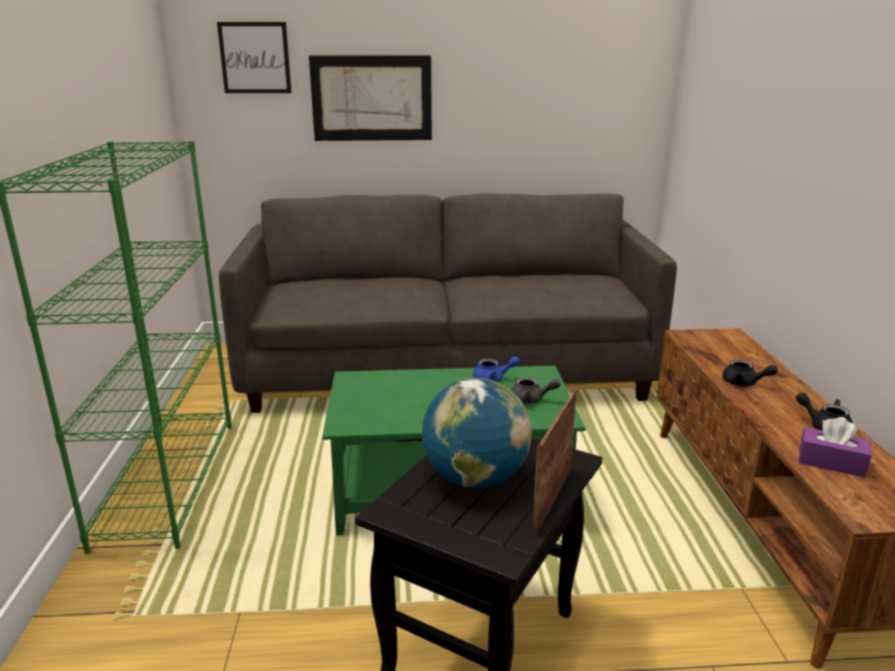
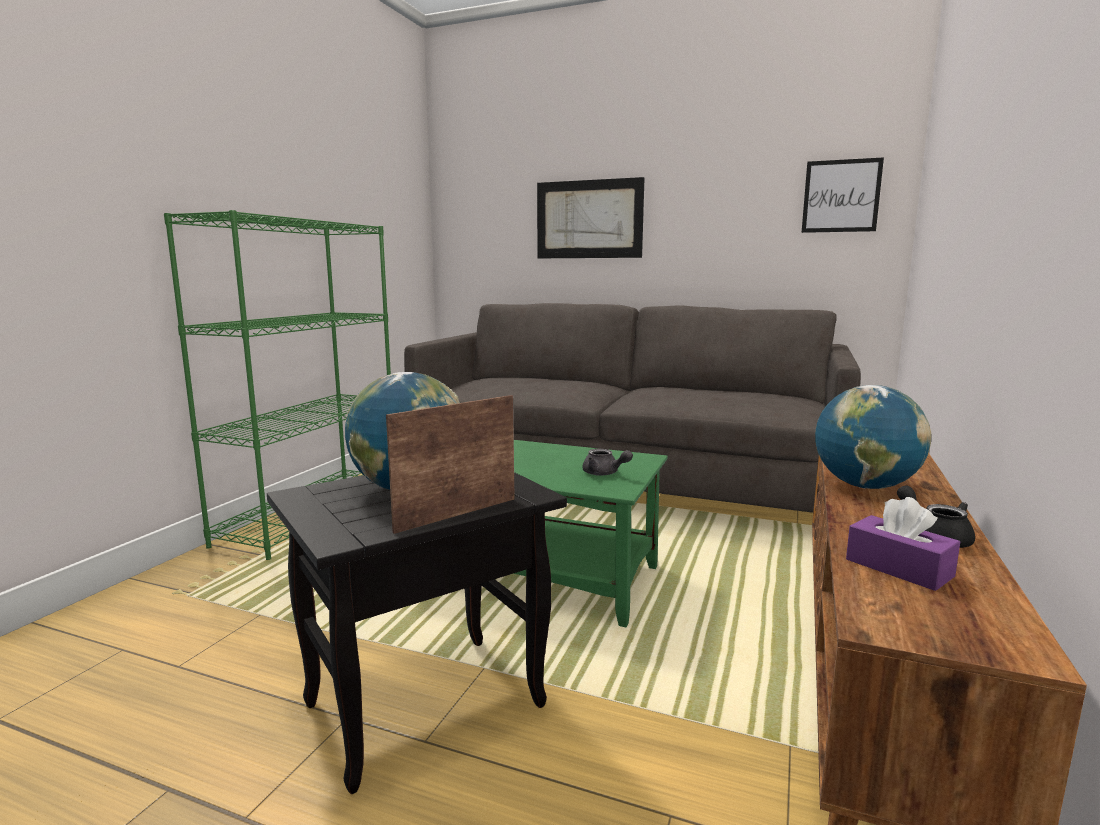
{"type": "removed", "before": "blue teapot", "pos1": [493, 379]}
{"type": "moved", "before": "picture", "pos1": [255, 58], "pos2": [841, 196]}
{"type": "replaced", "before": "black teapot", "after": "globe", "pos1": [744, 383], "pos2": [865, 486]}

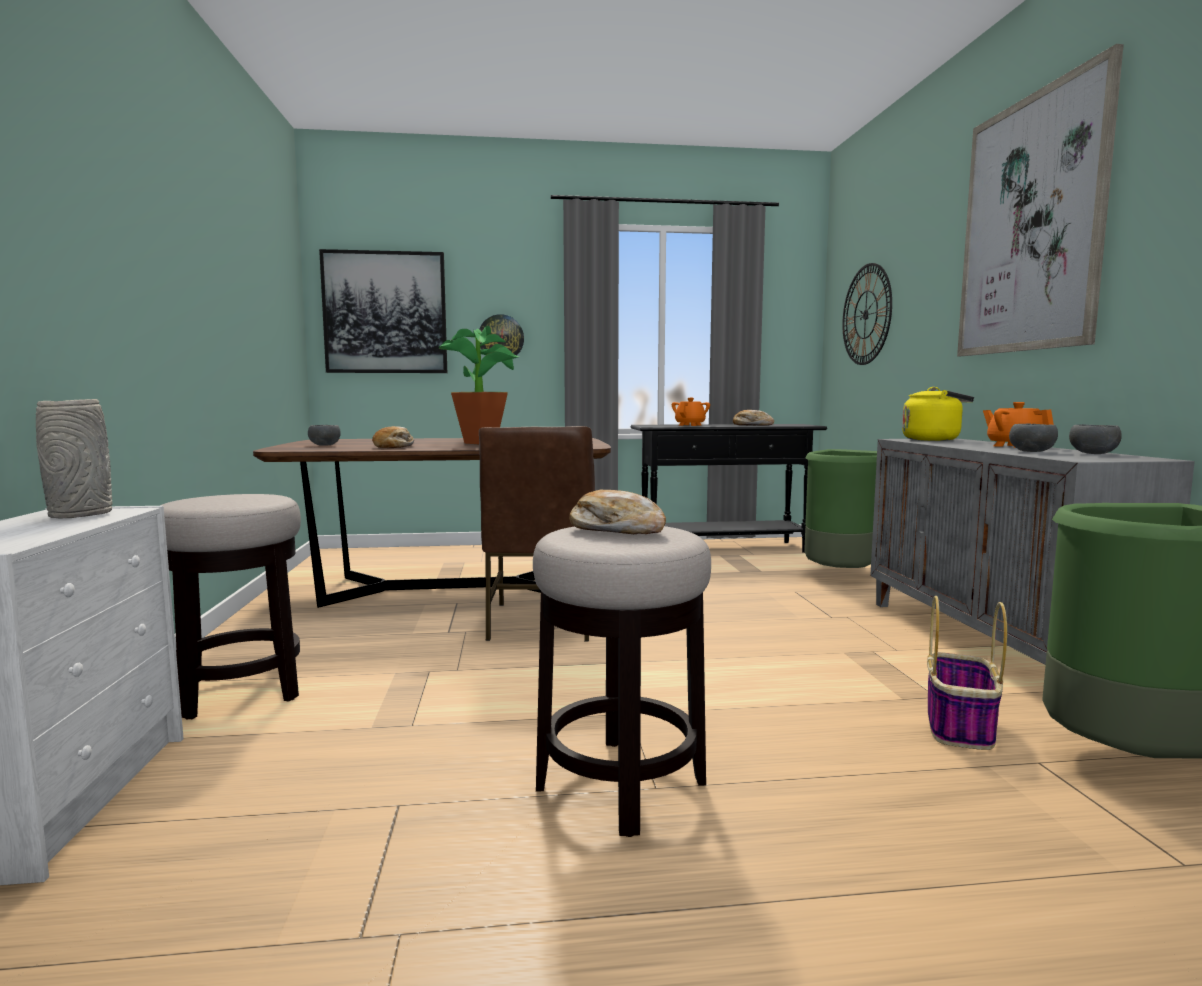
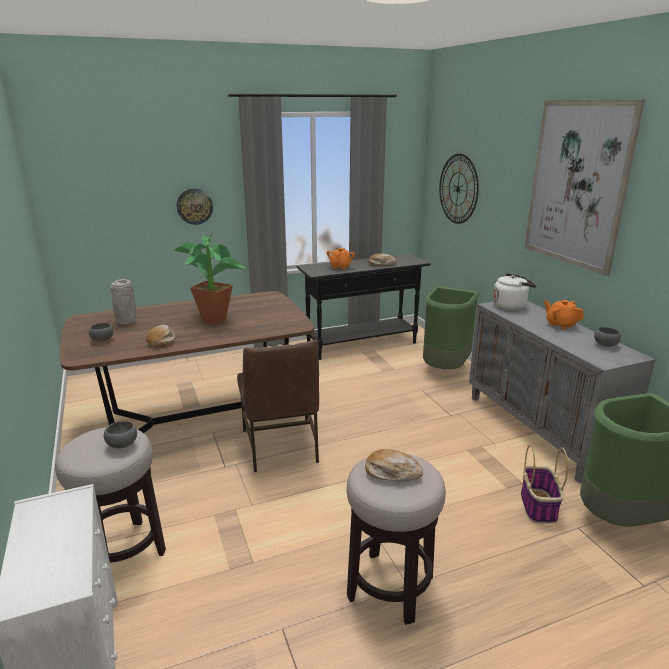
{"type": "removed", "before": "picture", "pos1": [385, 313]}
{"type": "moved", "before": "grey vase", "pos1": [81, 515], "pos2": [126, 321]}
{"type": "moved", "before": "grey bowl", "pos1": [1033, 452], "pos2": [122, 445]}
{"type": "recoloured", "before": "yellow kettle", "after": "white kettle", "pos1": [934, 440], "pos2": [511, 306]}

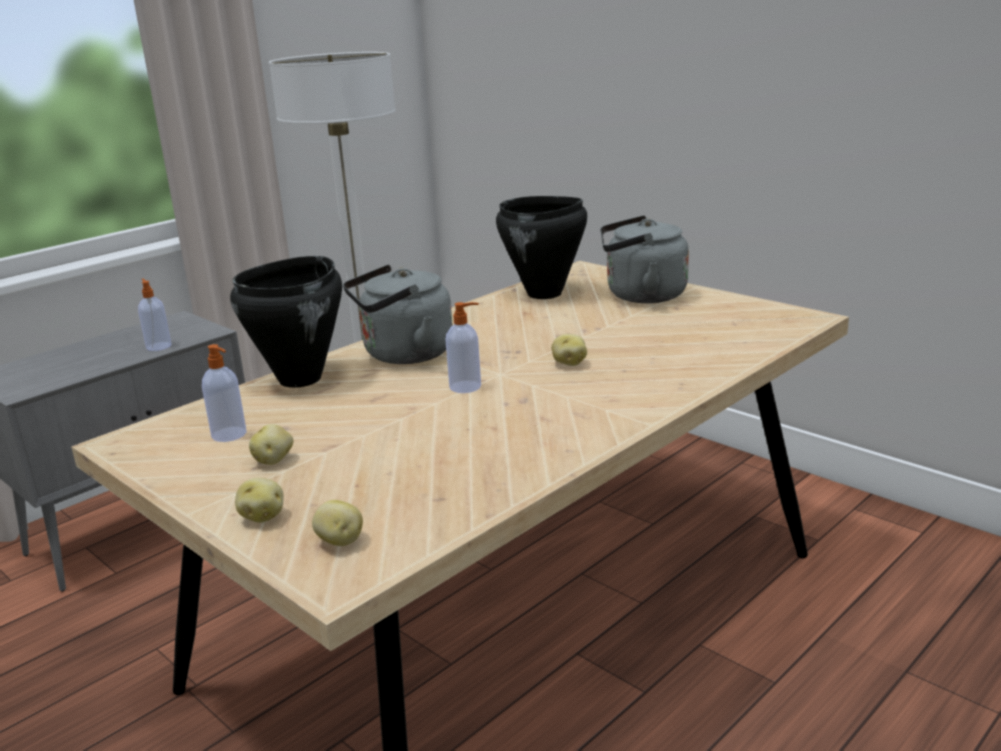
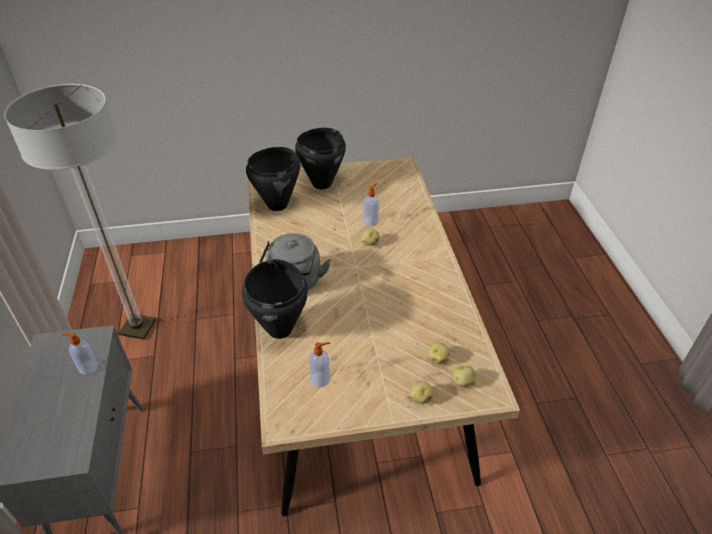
{"type": "moved", "before": "potato", "pos1": [274, 460], "pos2": [438, 358]}
{"type": "moved", "before": "soap dispenser", "pos1": [466, 387], "pos2": [371, 221]}
{"type": "replaced", "before": "grey kettle", "after": "black cooking pot", "pos1": [641, 296], "pos2": [321, 184]}

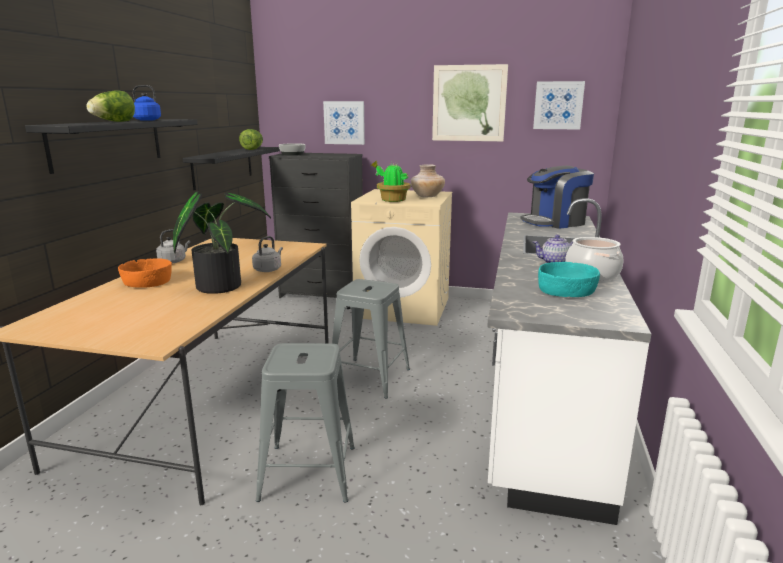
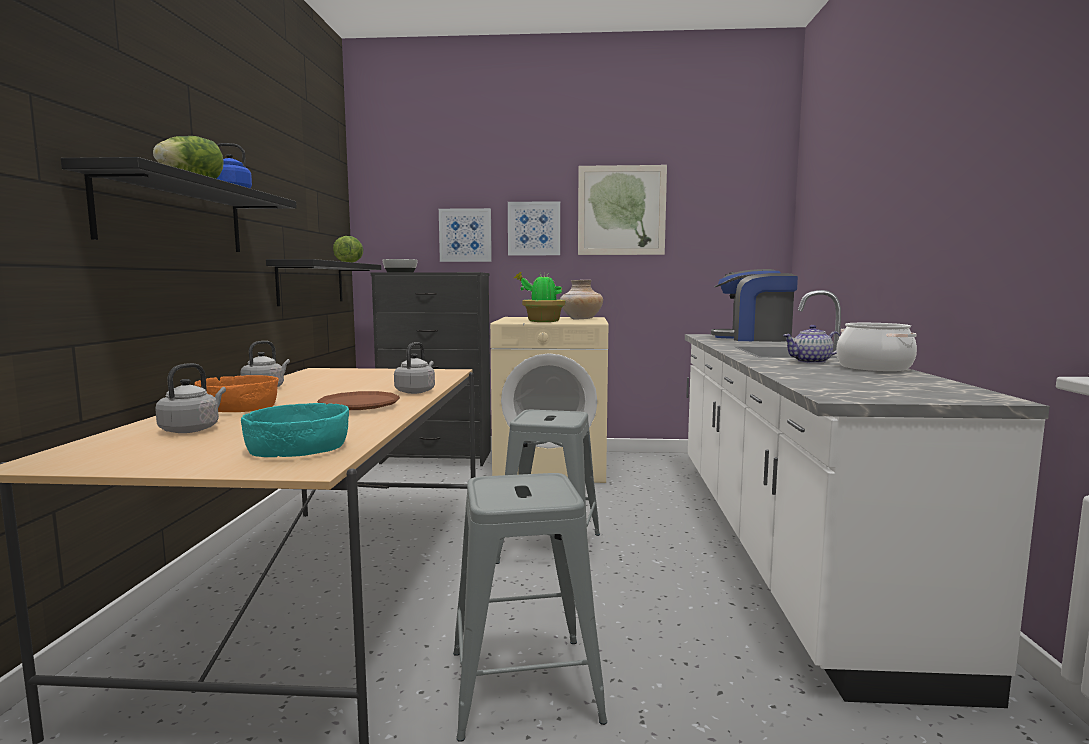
{"type": "added", "after": "grey kettle", "pos2": [192, 429]}
{"type": "moved", "before": "picture", "pos1": [558, 105], "pos2": [534, 228]}
{"type": "moved", "before": "turquoise bowl", "pos1": [567, 290], "pos2": [300, 448]}
{"type": "replaced", "before": "potted plant", "after": "brown plate", "pos1": [221, 285], "pos2": [359, 406]}
{"type": "turned", "before": "coffee machine", "pos1": [555, 222], "pos2": [753, 338], "turn": 45}

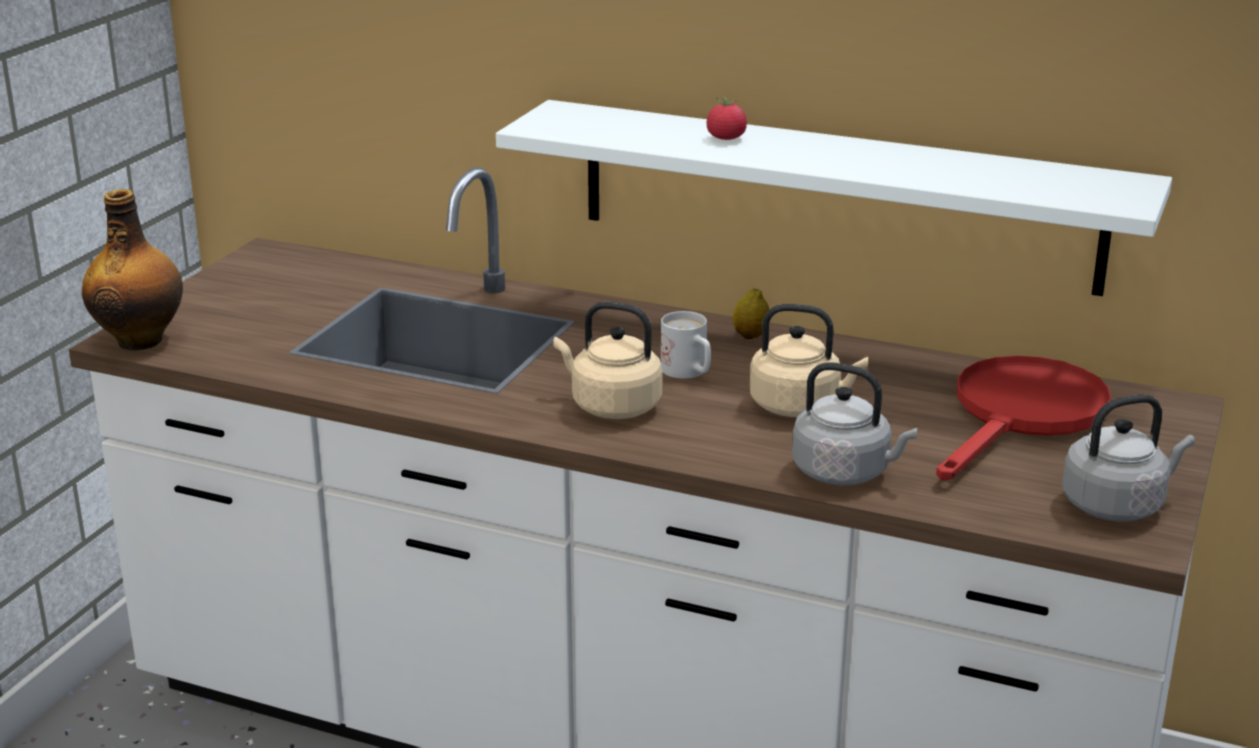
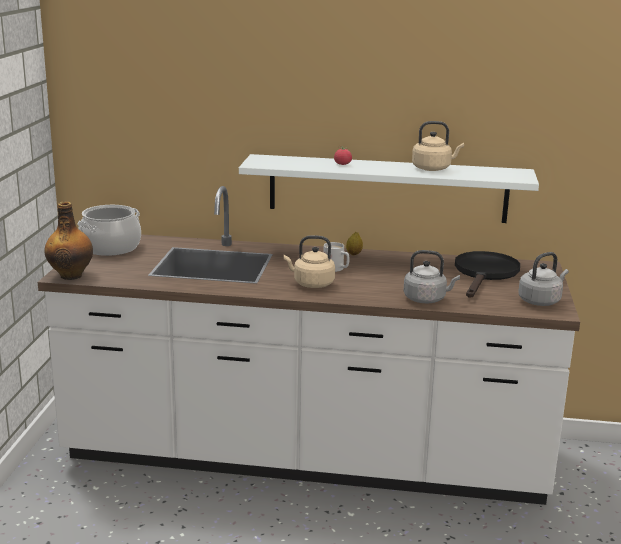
{"type": "added", "after": "cooking pot", "pos2": [110, 247]}
{"type": "moved", "before": "beige kettle", "pos1": [800, 406], "pos2": [433, 168]}
{"type": "recoloured", "before": "red frying pan", "after": "black frying pan", "pos1": [1022, 416], "pos2": [485, 274]}

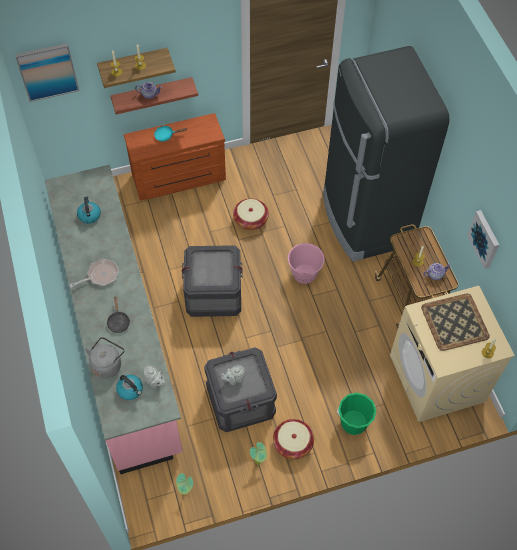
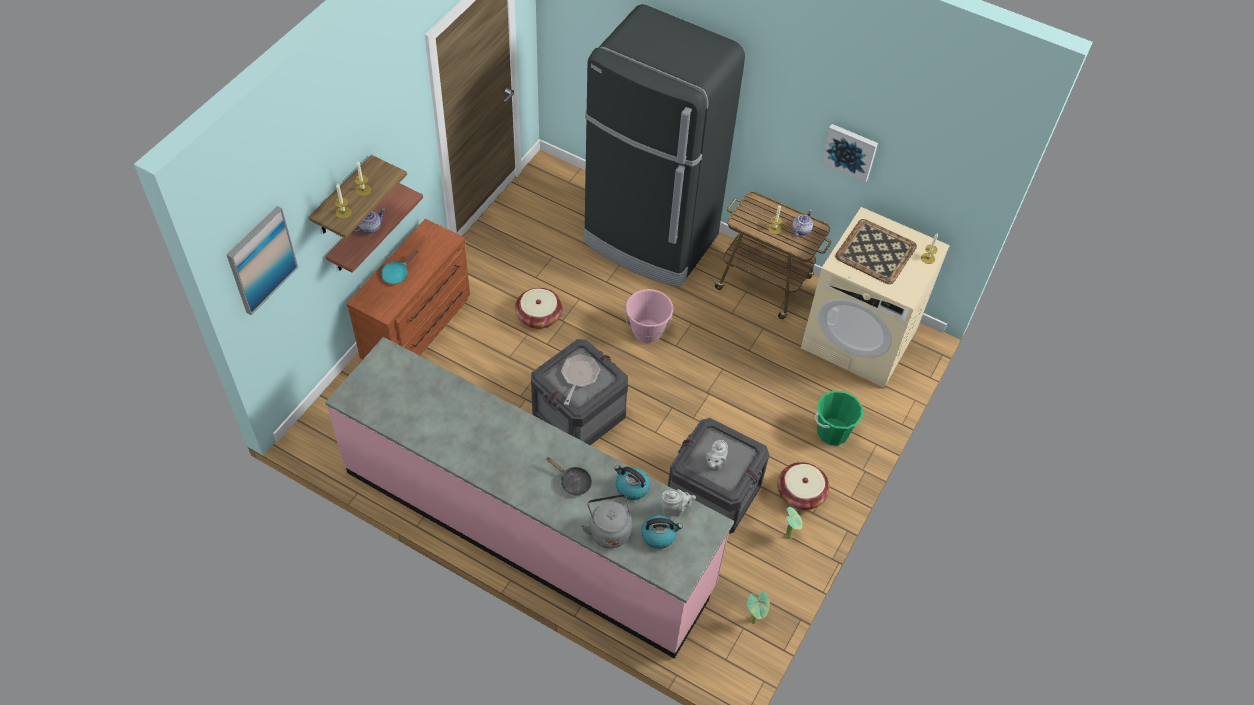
{"type": "moved", "before": "frying pan", "pos1": [100, 275], "pos2": [579, 377]}
{"type": "moved", "before": "kettle", "pos1": [89, 215], "pos2": [631, 487]}

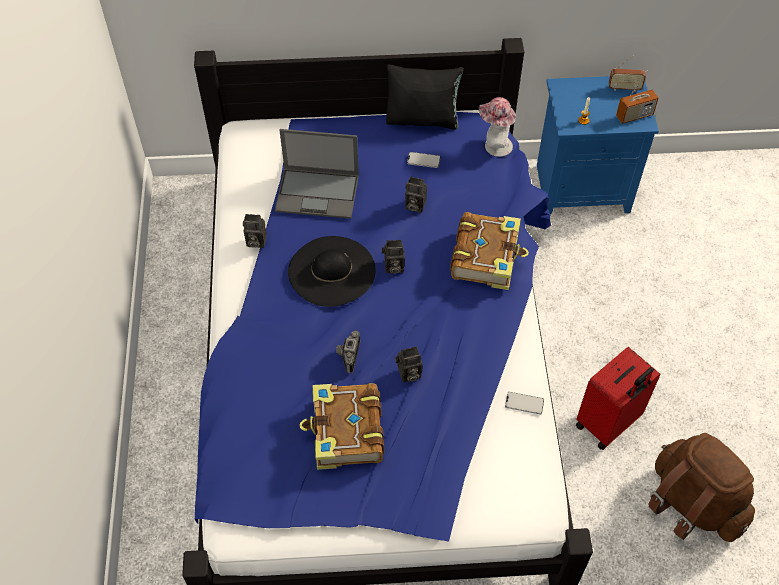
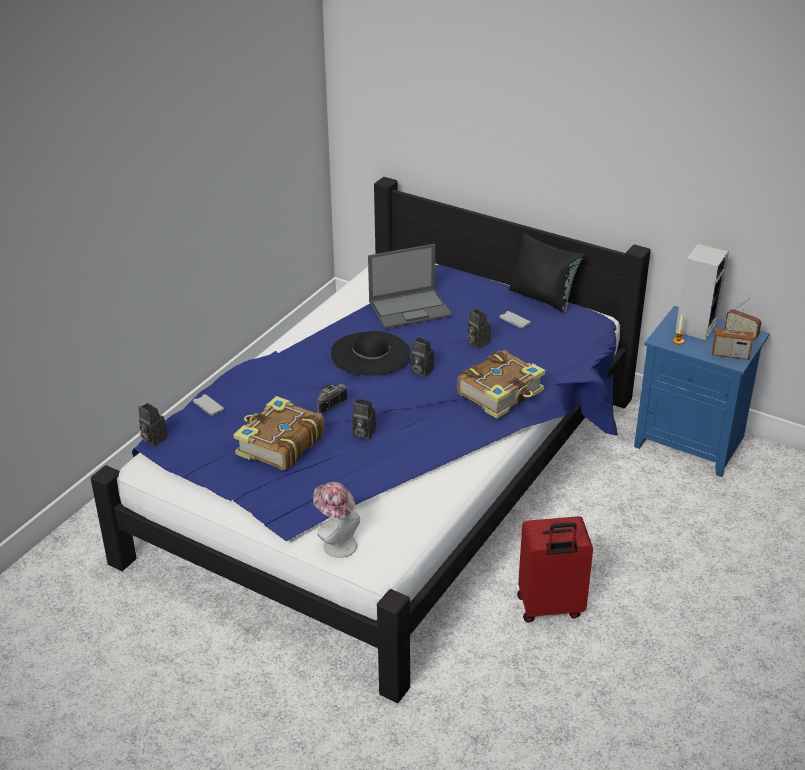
{"type": "removed", "before": "brown backpack", "pos1": [692, 503]}
{"type": "added", "after": "speaker", "pos2": [695, 326]}
{"type": "moved", "before": "photo camera", "pos1": [255, 241], "pos2": [152, 438]}
{"type": "moved", "before": "hat", "pos1": [494, 146], "pos2": [336, 543]}
{"type": "moved", "before": "phone", "pos1": [524, 403], "pos2": [208, 405]}
{"type": "turned", "before": "laptop", "pos1": [318, 193], "pos2": [411, 308], "turn": -60}

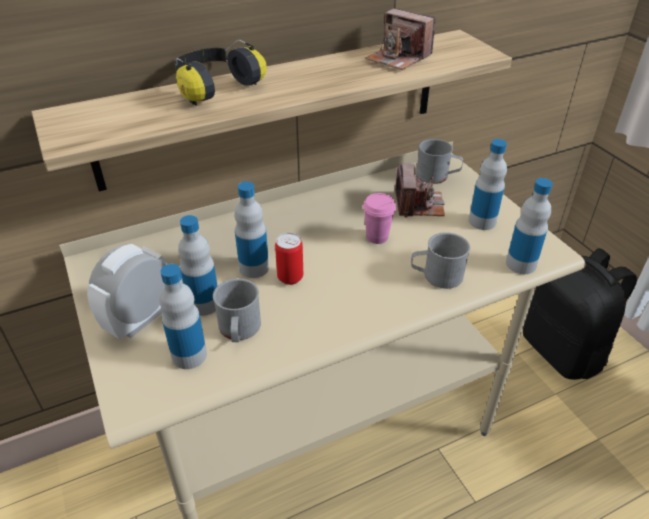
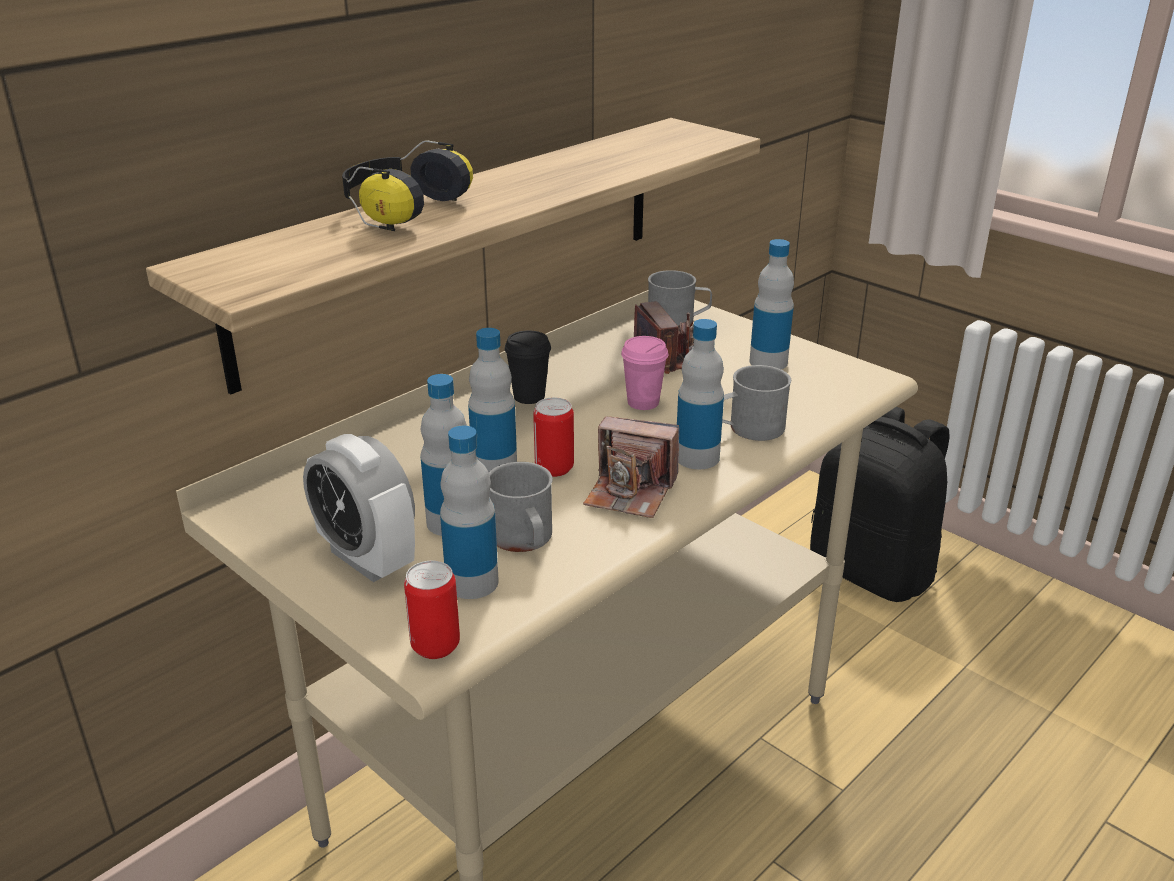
{"type": "added", "after": "can", "pos2": [435, 646]}
{"type": "added", "after": "black cup", "pos2": [529, 396]}
{"type": "moved", "before": "photo camera", "pos1": [398, 58], "pos2": [631, 492]}
{"type": "moved", "before": "bottle", "pos1": [520, 264], "pos2": [697, 457]}
{"type": "turned", "before": "alarm clock", "pos1": [140, 319], "pos2": [366, 559], "turn": -60}

